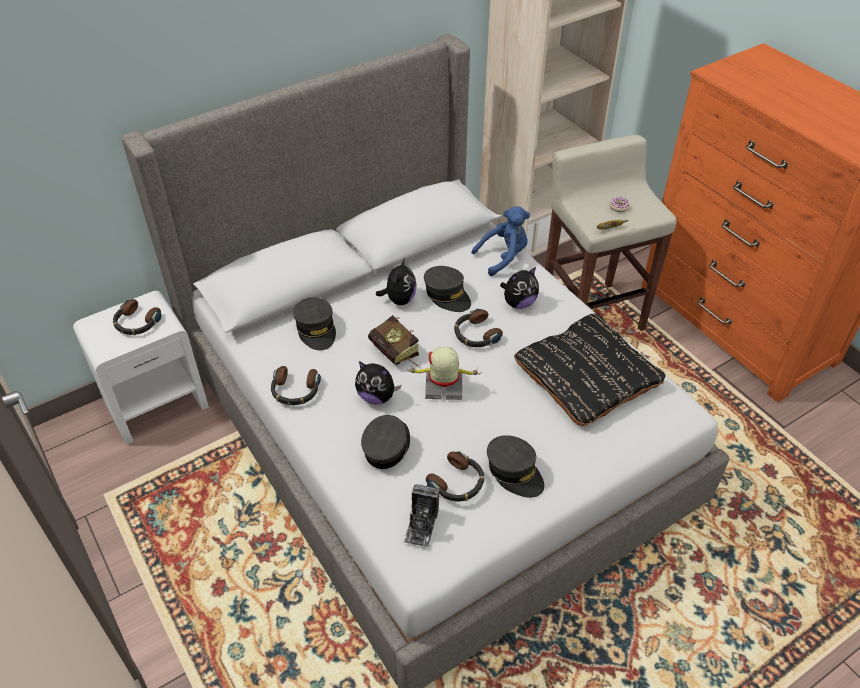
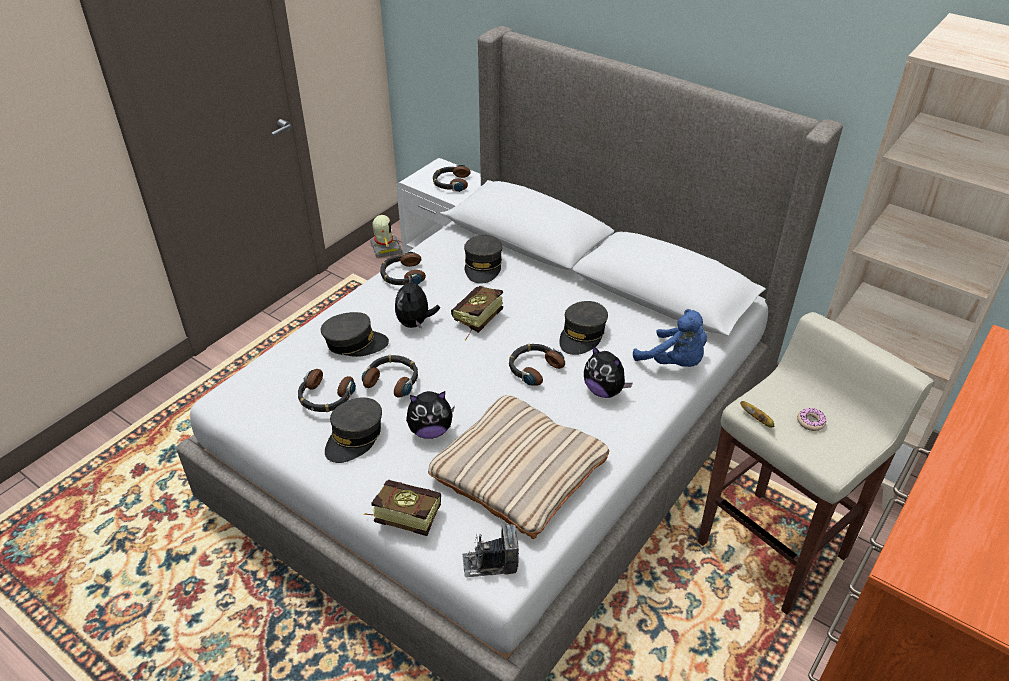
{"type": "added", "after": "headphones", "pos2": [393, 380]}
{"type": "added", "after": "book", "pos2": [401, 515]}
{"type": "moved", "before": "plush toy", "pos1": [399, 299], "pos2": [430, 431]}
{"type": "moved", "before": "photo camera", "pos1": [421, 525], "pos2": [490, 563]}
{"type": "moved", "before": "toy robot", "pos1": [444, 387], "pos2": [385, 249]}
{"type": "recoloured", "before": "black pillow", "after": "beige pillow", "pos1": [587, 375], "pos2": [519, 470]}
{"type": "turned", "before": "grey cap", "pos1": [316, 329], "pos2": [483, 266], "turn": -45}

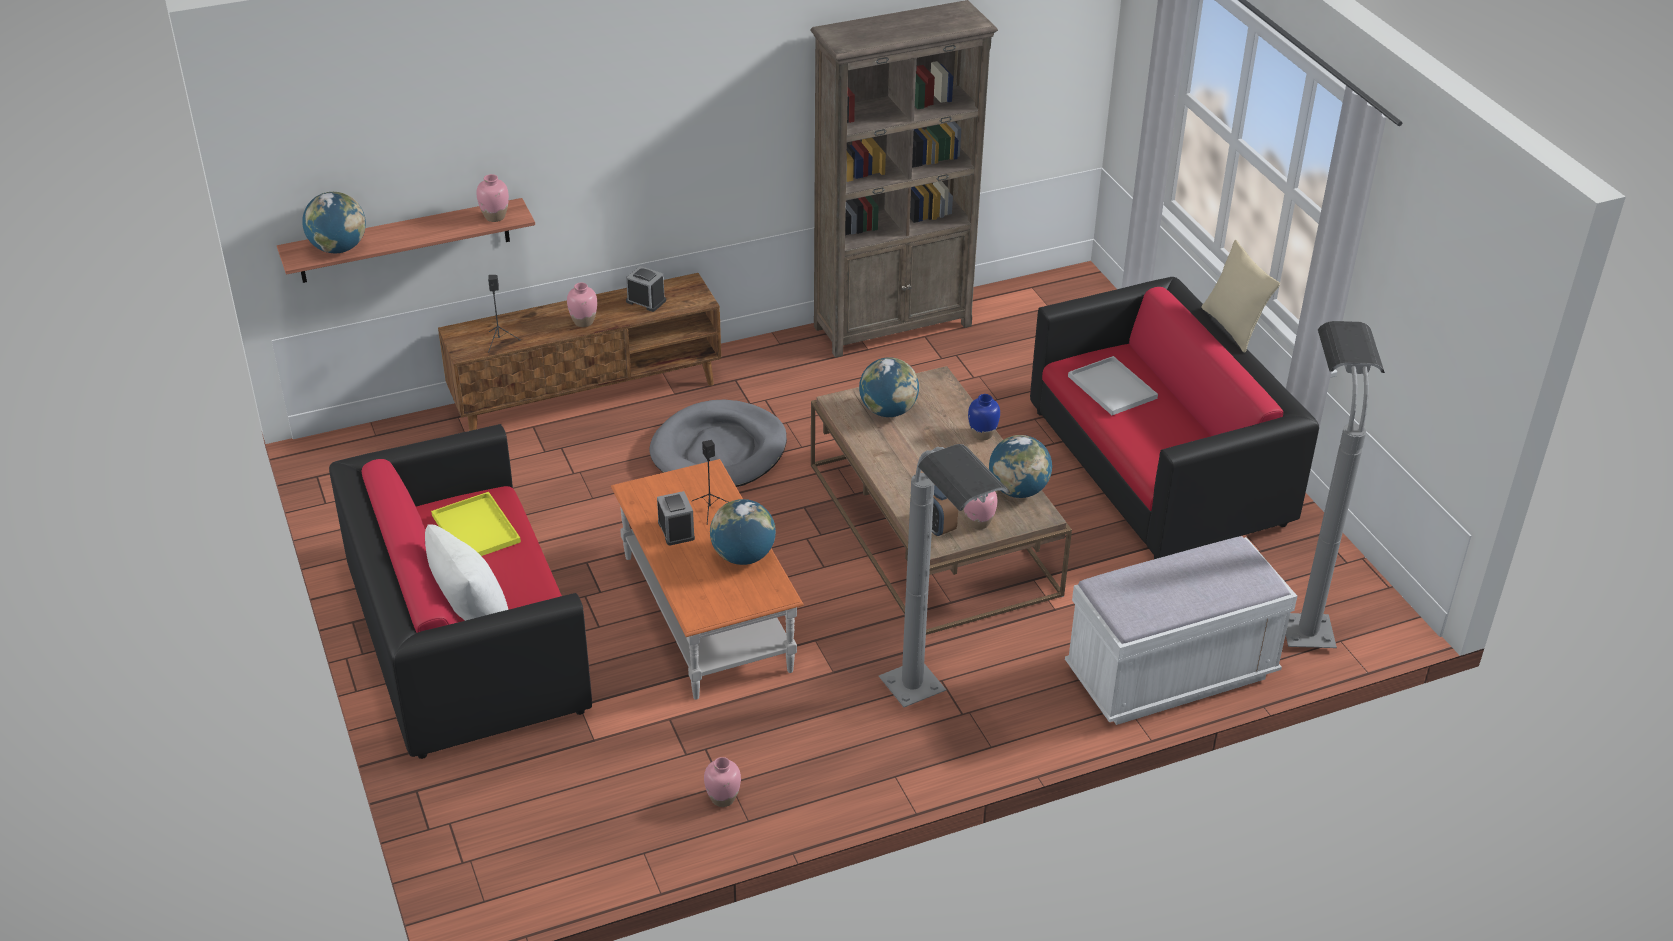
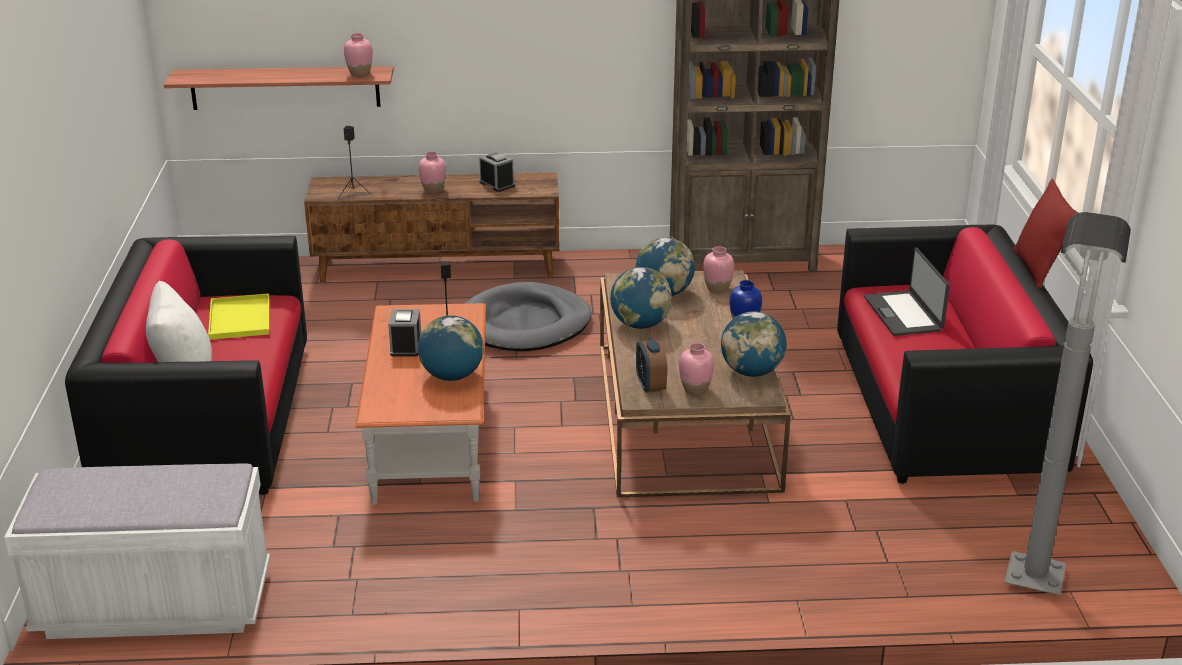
{"type": "removed", "before": "grey floor lamp", "pos1": [931, 709]}
{"type": "moved", "before": "globe", "pos1": [338, 248], "pos2": [640, 324]}
{"type": "moved", "before": "pink vase", "pos1": [723, 798], "pos2": [717, 289]}
{"type": "moved", "before": "white bench", "pos1": [1171, 674], "pos2": [154, 605]}
{"type": "replaced", "before": "white tray", "after": "laptop", "pos1": [1114, 388], "pos2": [904, 314]}
{"type": "recoloured", "before": "beige pillow", "after": "red pillow", "pos1": [1232, 328], "pos2": [1037, 269]}

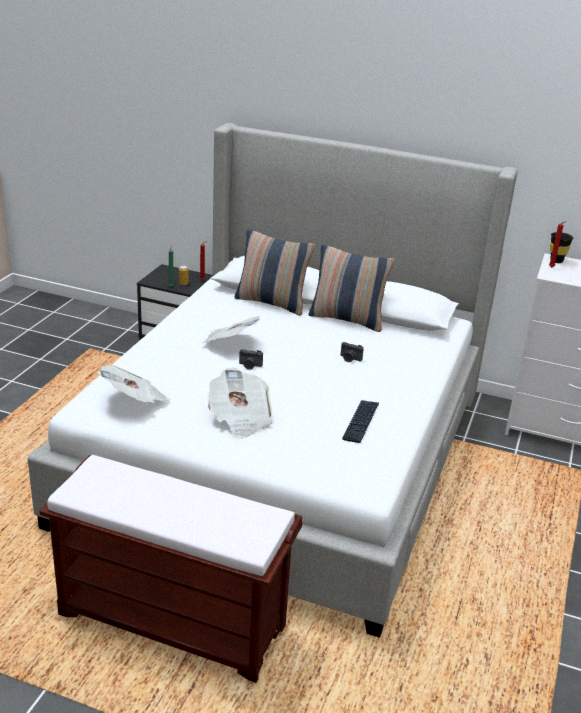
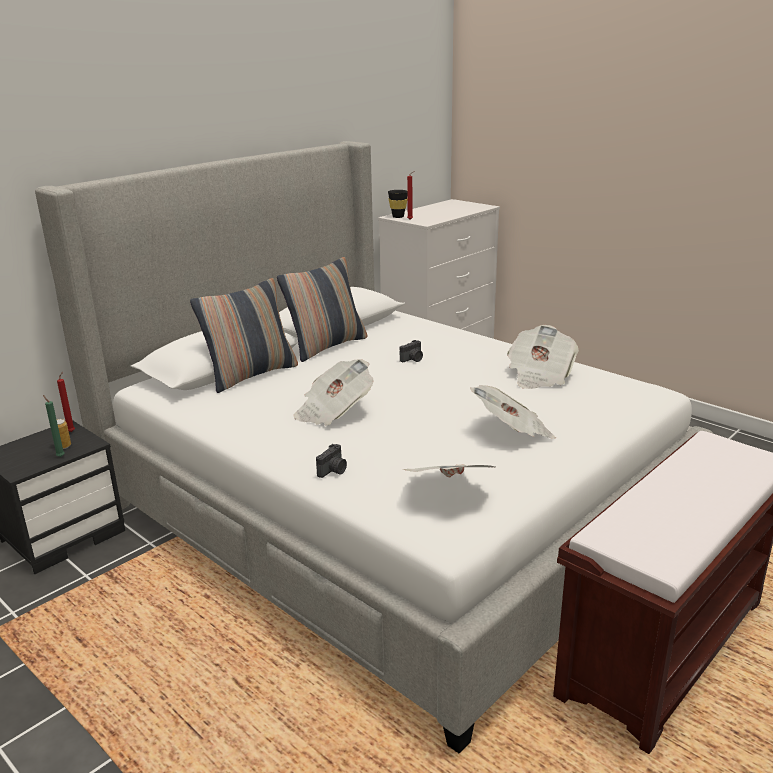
{"type": "moved", "before": "photo camera", "pos1": [250, 366], "pos2": [333, 471]}
{"type": "replaced", "before": "keyboard", "after": "newspaper", "pos1": [361, 422], "pos2": [539, 375]}

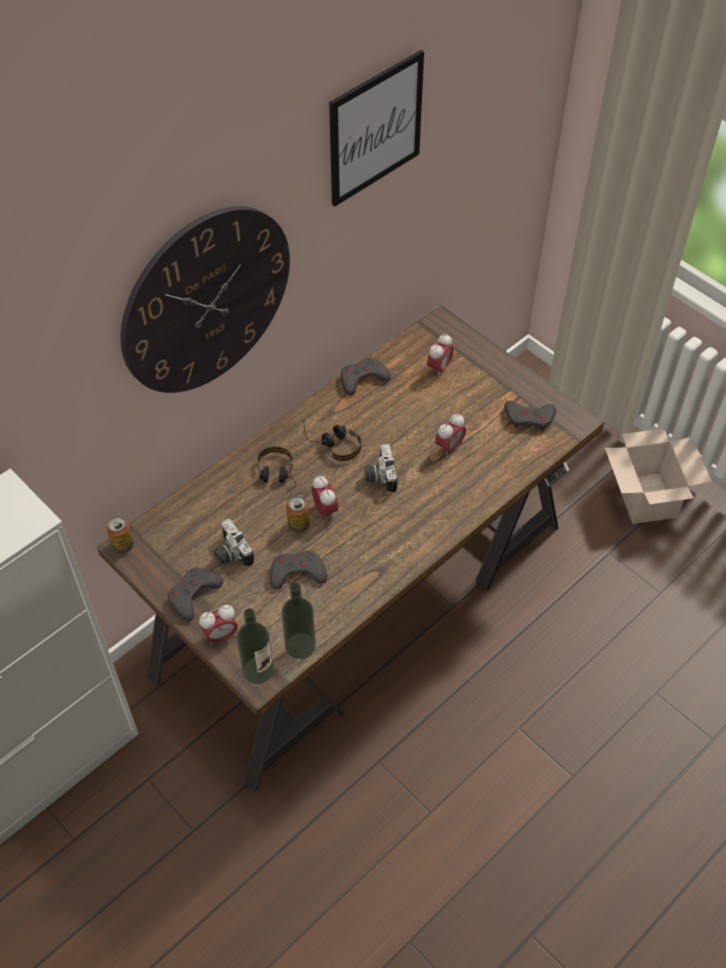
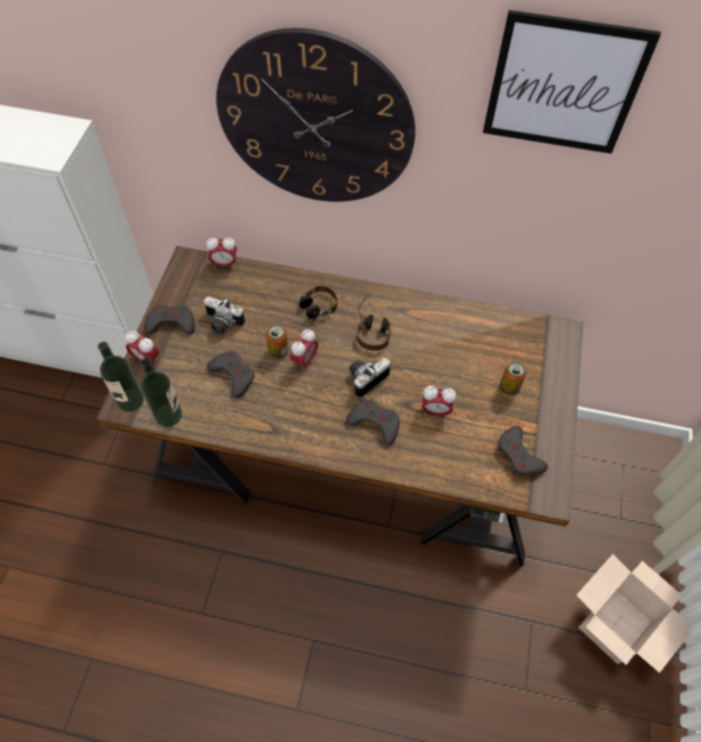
{"type": "moved", "before": "can", "pos1": [123, 545], "pos2": [509, 387]}
{"type": "moved", "before": "grey game controller", "pos1": [363, 379], "pos2": [374, 423]}
{"type": "moved", "before": "alarm clock", "pos1": [439, 368], "pos2": [224, 264]}
{"type": "turned", "before": "photo camera", "pos1": [230, 554], "pos2": [222, 324], "turn": -90}

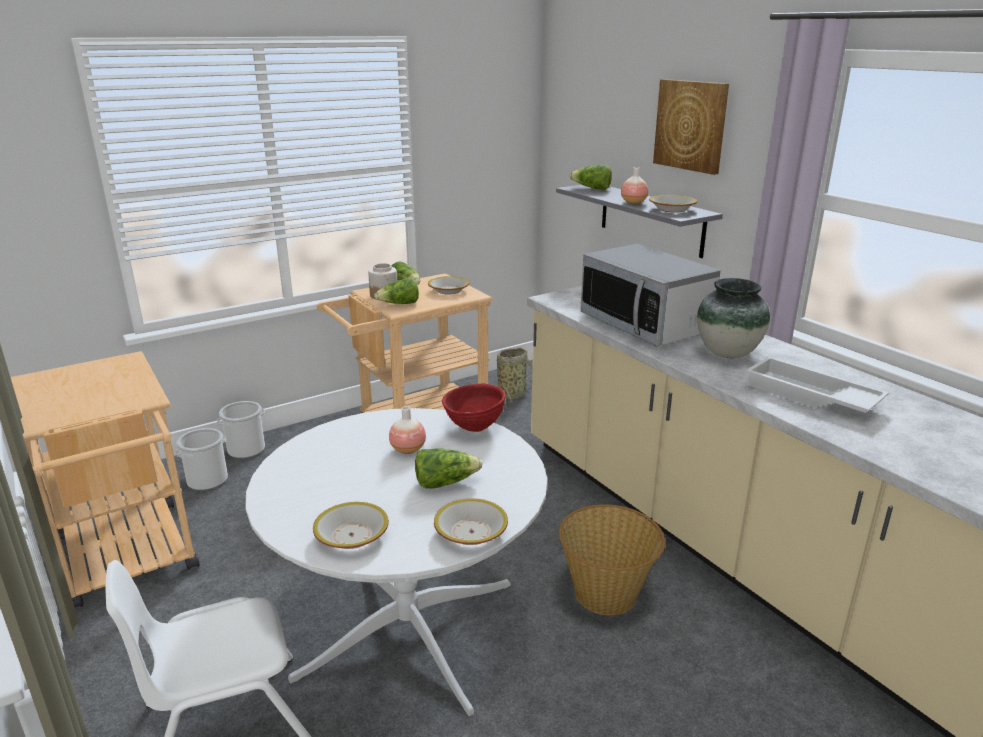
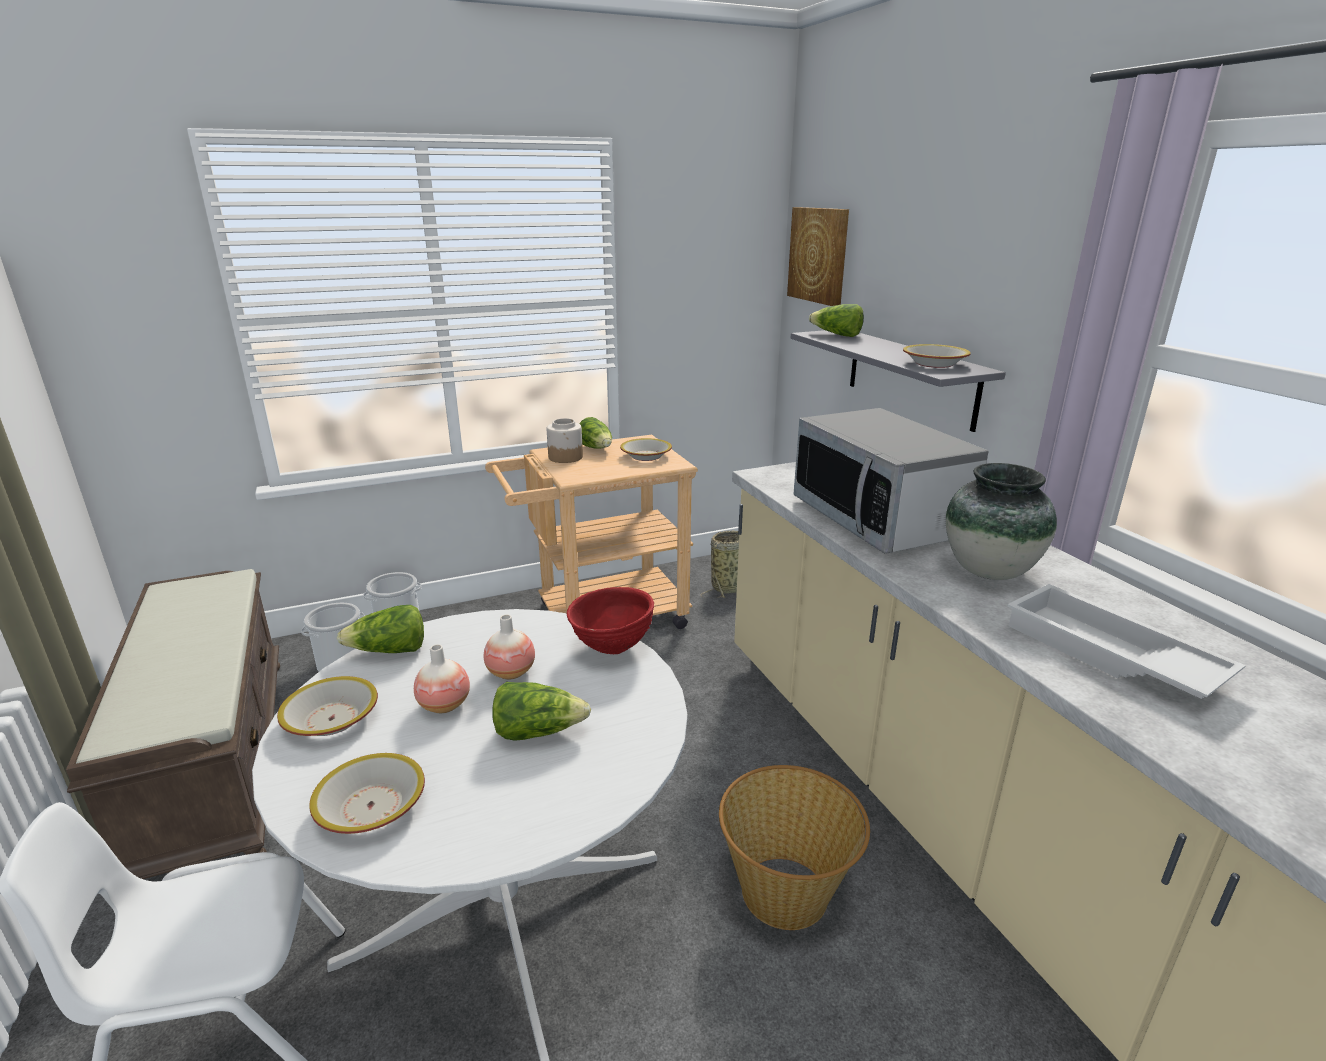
{"type": "moved", "before": "lettuce", "pos1": [399, 304], "pos2": [389, 651]}
{"type": "moved", "before": "bowl", "pos1": [471, 532], "pos2": [332, 719]}
{"type": "moved", "before": "vase", "pos1": [633, 202], "pos2": [444, 705]}
{"type": "moved", "before": "picture", "pos1": [691, 125], "pos2": [819, 255]}
{"type": "replaced", "before": "beige cart", "after": "brown bench", "pos1": [130, 560], "pos2": [214, 760]}

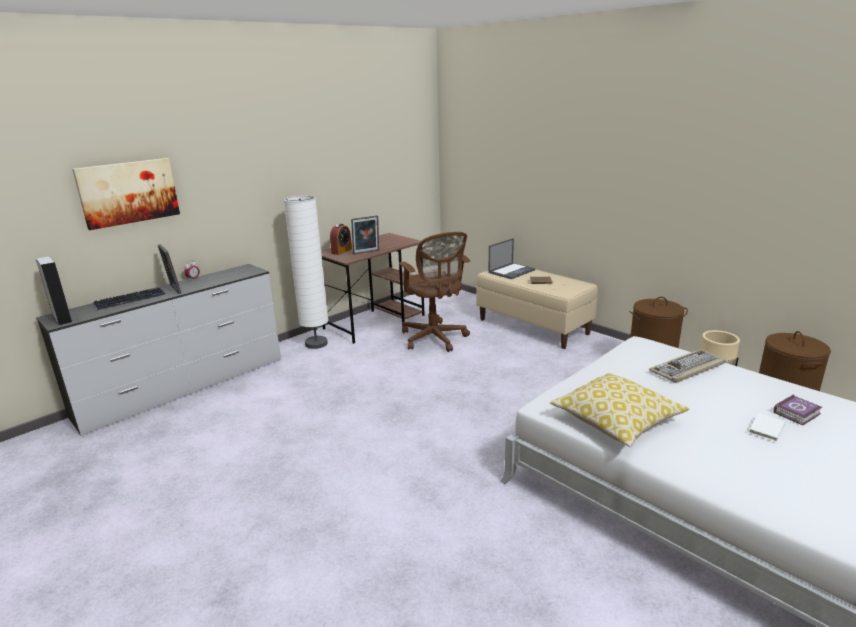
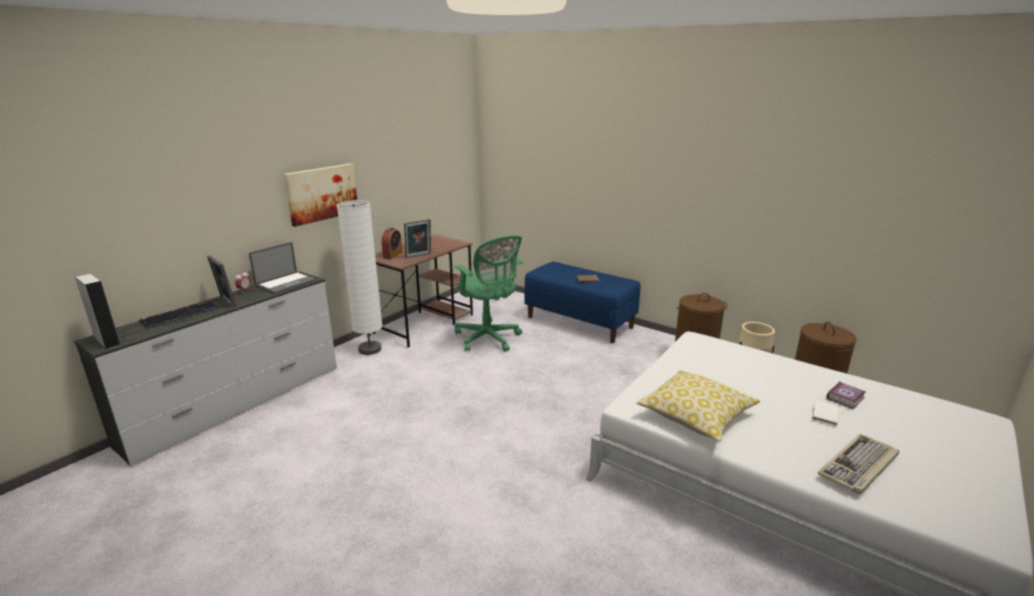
{"type": "moved", "before": "picture", "pos1": [128, 192], "pos2": [322, 193]}
{"type": "moved", "before": "laptop", "pos1": [512, 271], "pos2": [286, 283]}
{"type": "moved", "before": "keyboard", "pos1": [688, 368], "pos2": [859, 466]}
{"type": "recoloured", "before": "brown office chair", "after": "green office chair", "pos1": [435, 339], "pos2": [488, 339]}
{"type": "recoloured", "before": "beige bench", "after": "blue bench", "pos1": [533, 326], "pos2": [580, 322]}

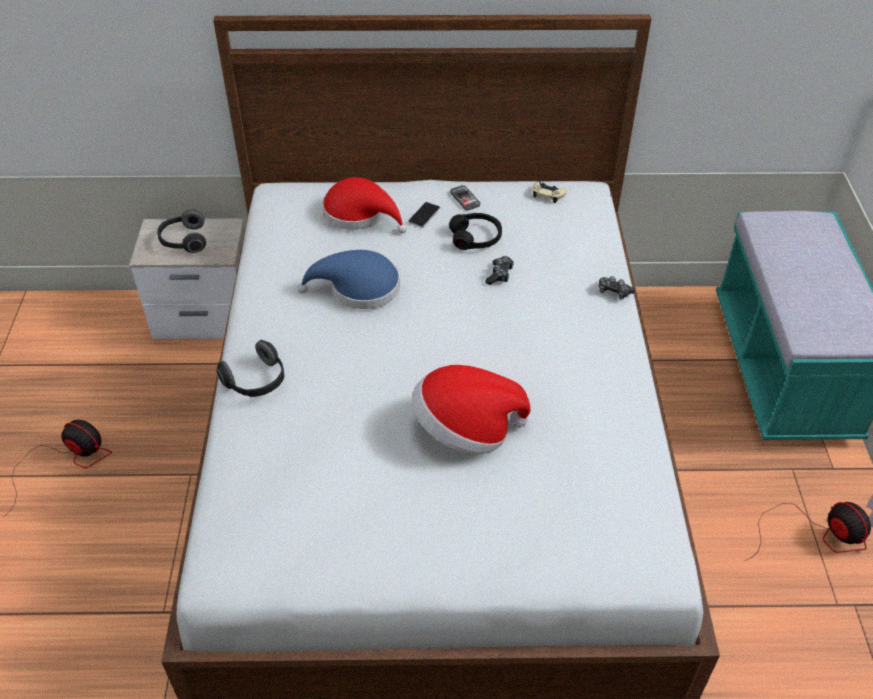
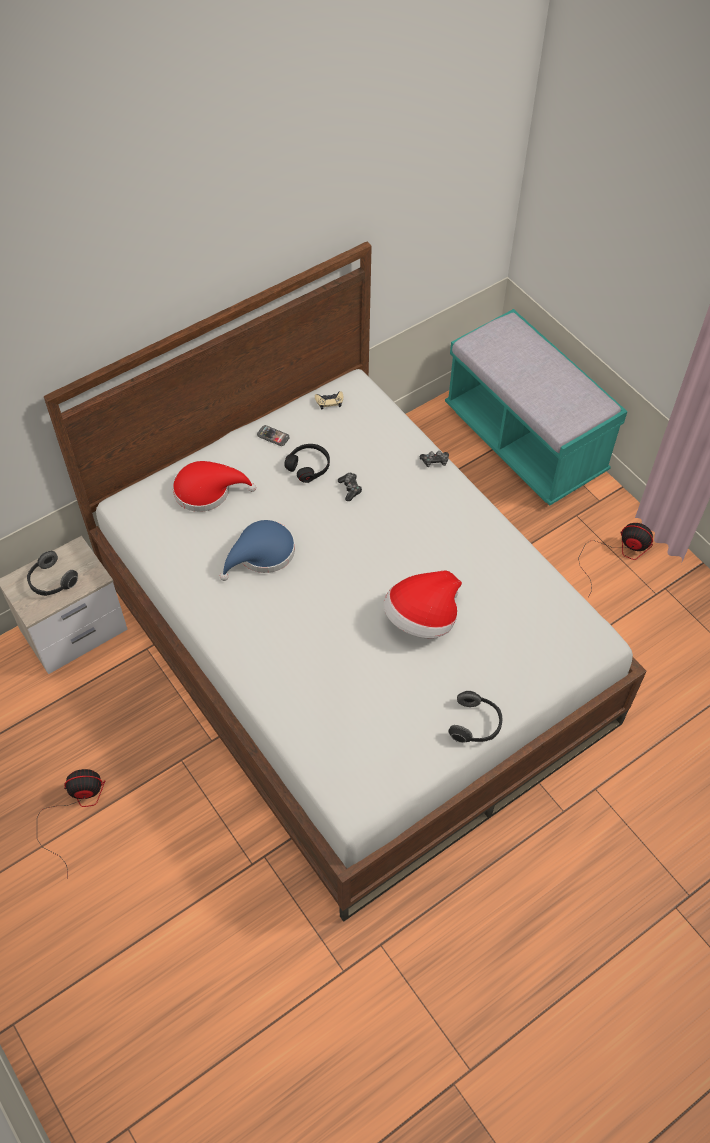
{"type": "removed", "before": "phone", "pos1": [424, 215]}
{"type": "moved", "before": "headphones", "pos1": [256, 382], "pos2": [476, 724]}

